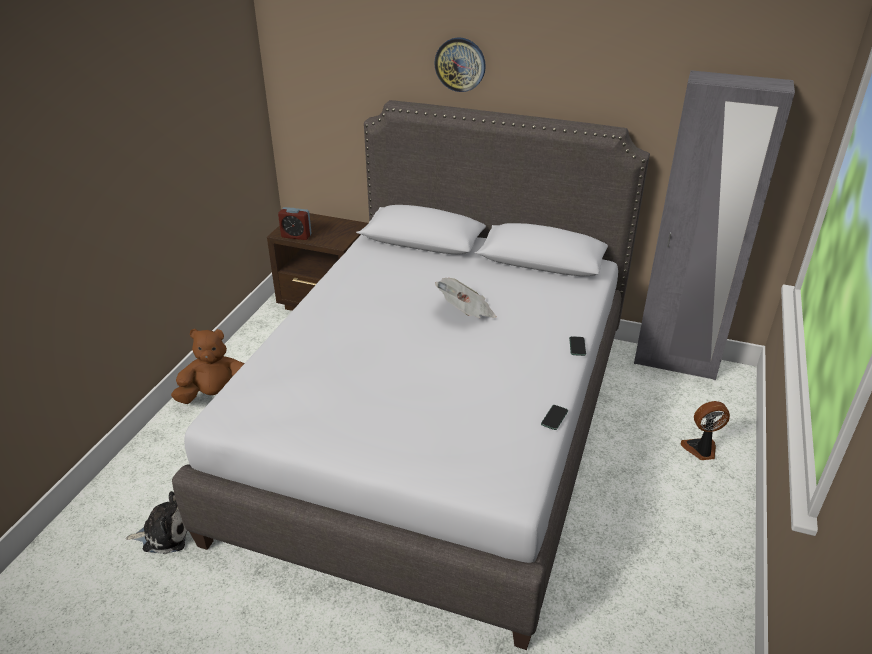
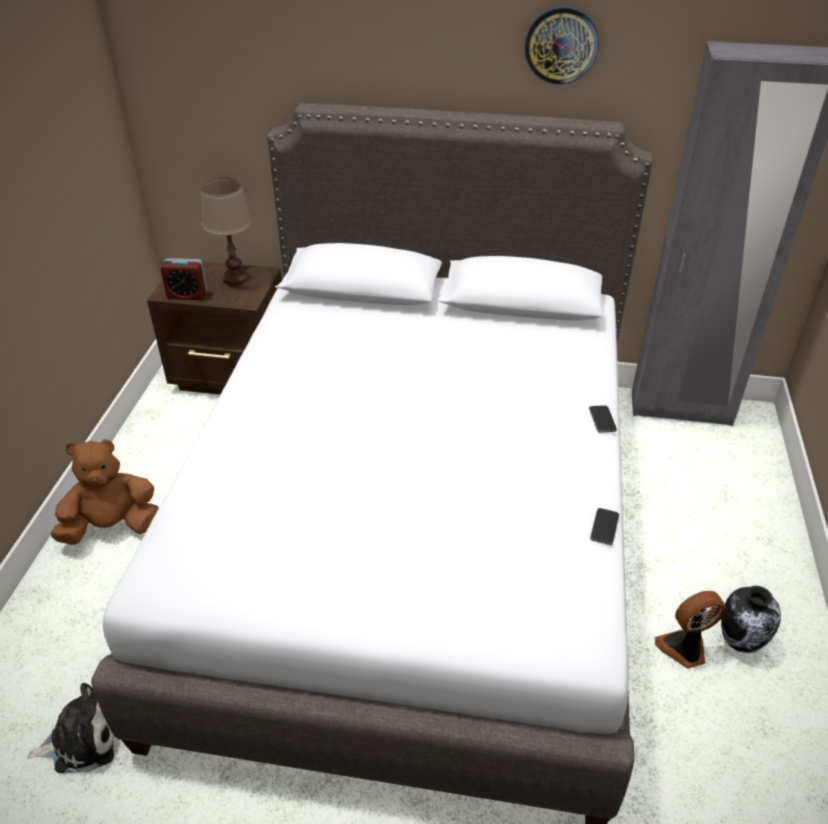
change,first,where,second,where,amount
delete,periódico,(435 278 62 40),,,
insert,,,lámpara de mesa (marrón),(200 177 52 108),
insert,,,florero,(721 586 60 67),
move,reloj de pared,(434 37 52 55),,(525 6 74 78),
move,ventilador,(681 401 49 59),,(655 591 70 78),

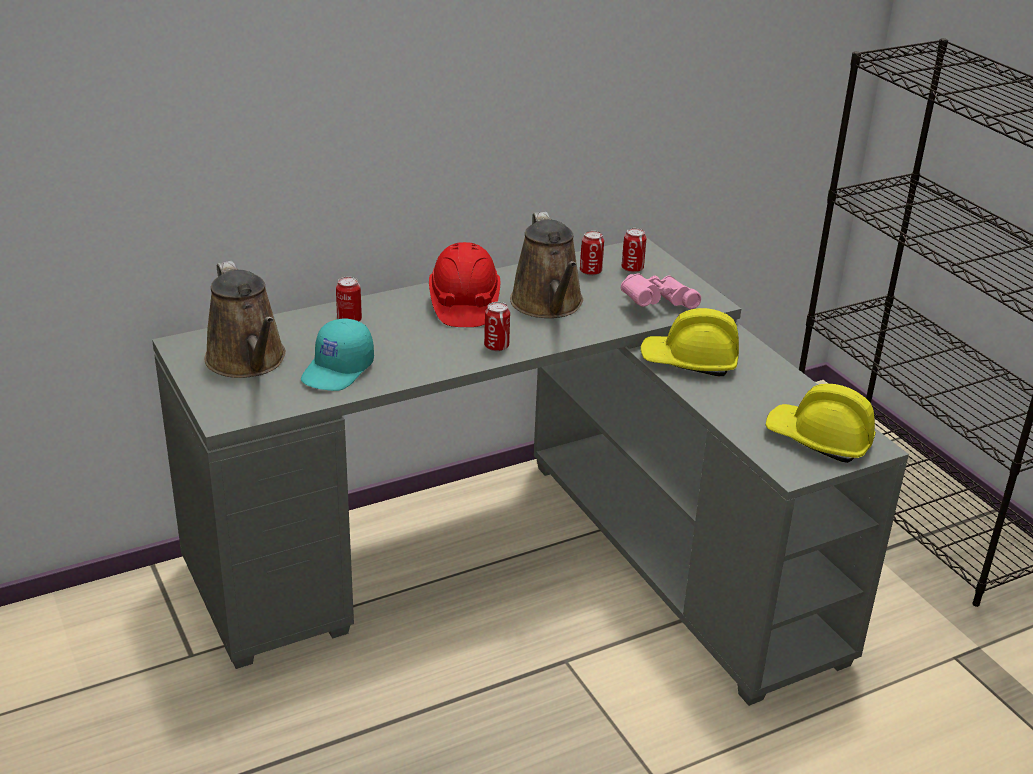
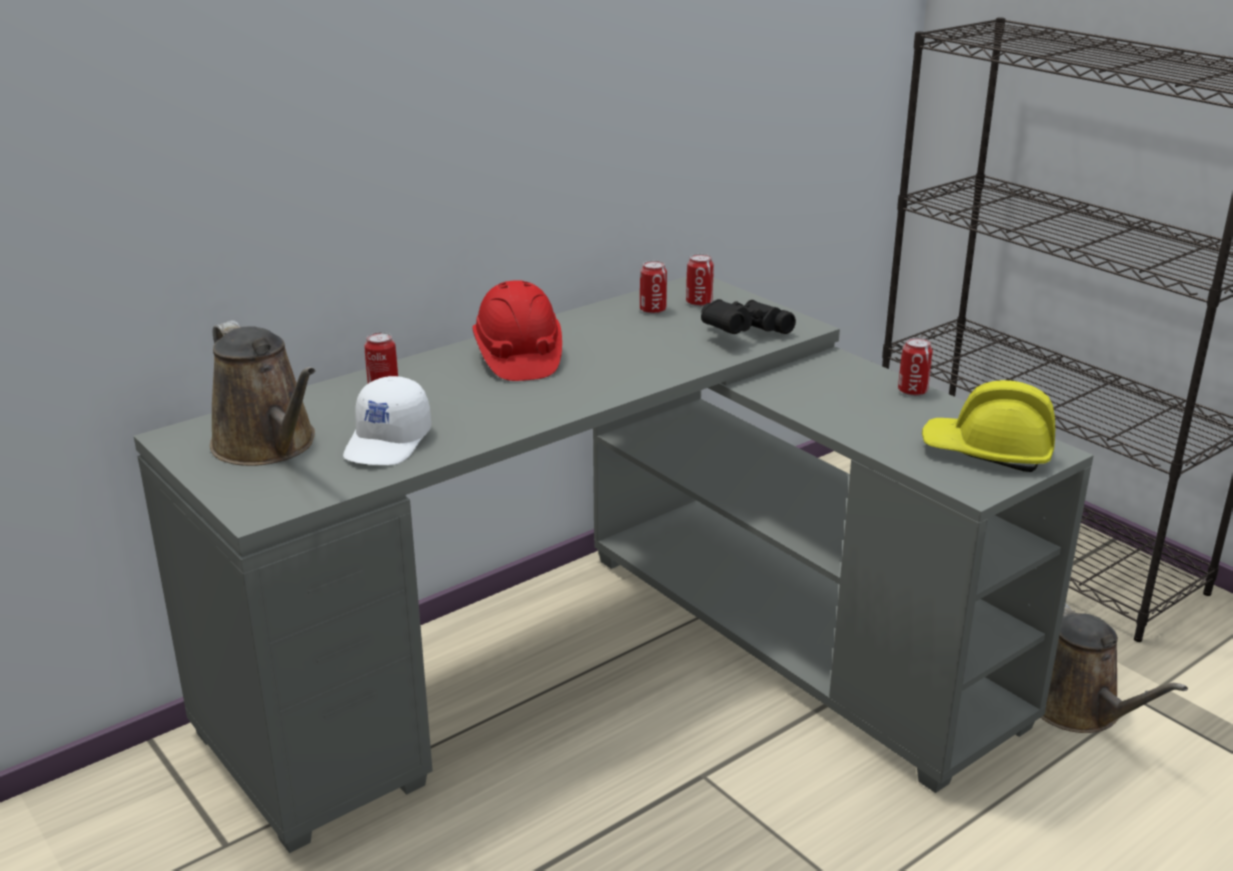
change,first,where,second,where,amount
delete,casco (amarillo),(641 308 98 68),,,
move,lata,(484 302 26 49),,(898 337 35 59),
move,regadera (marrón),(510 212 73 106),,(1041 604 147 129),
recolor,gorra (turquesa),(301 319 73 72),gorra (blanco),(343 376 88 89),
recolor,prismáticos (rosa),(621 274 80 35),prismáticos (negro),(701 299 95 35),

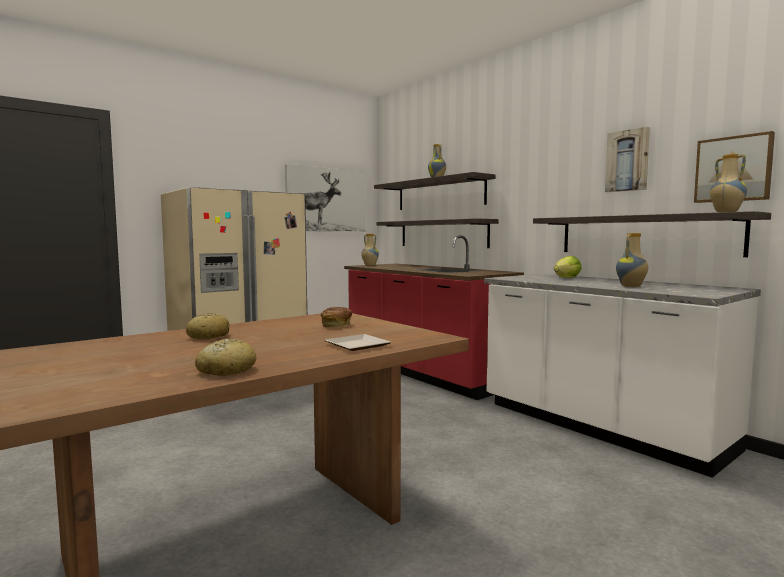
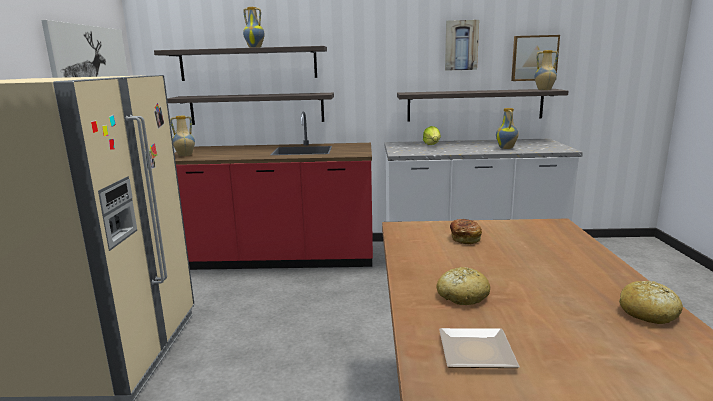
change,first,where,second,where,amount
move,plato,(325 334 66 17),,(439 328 81 40),

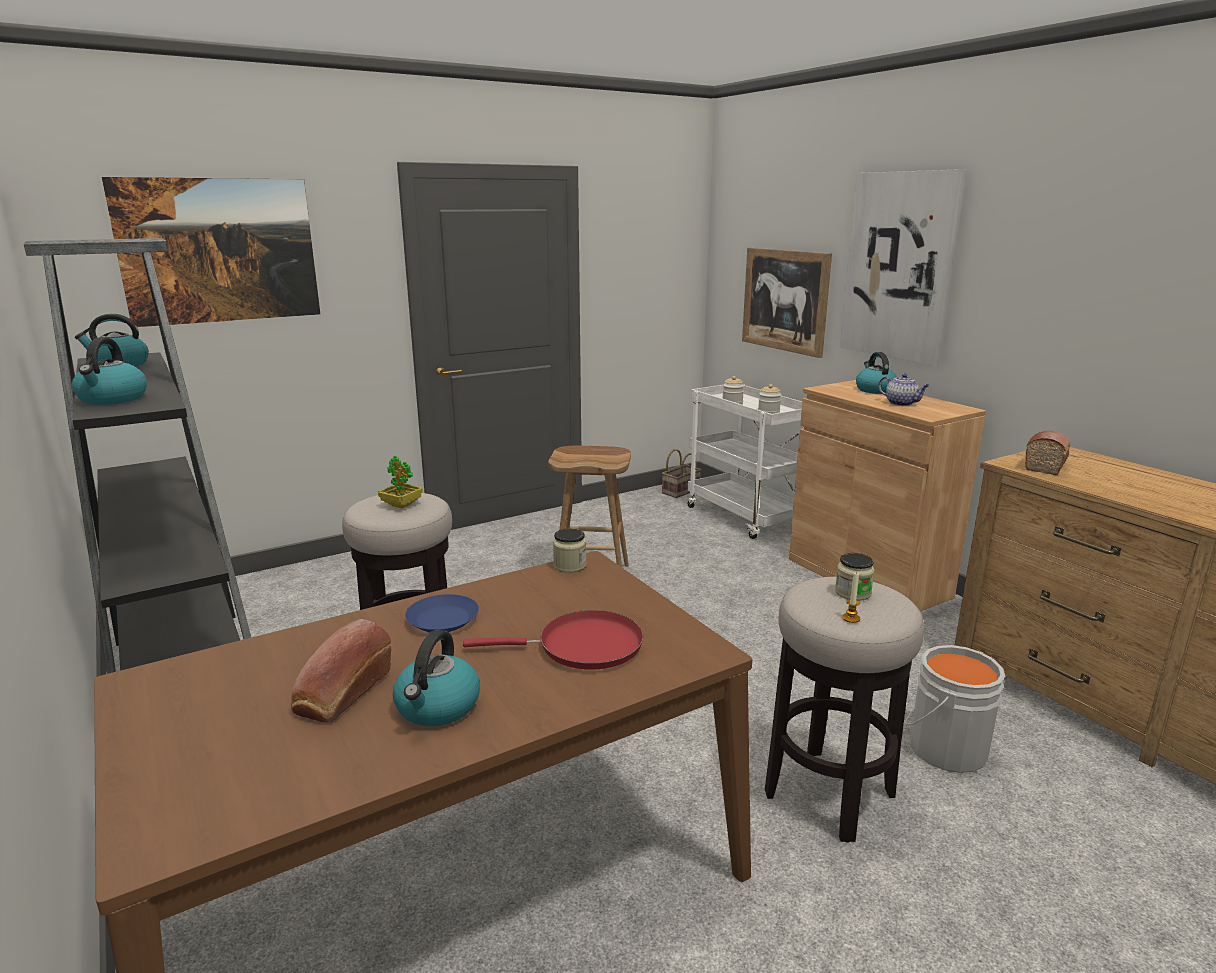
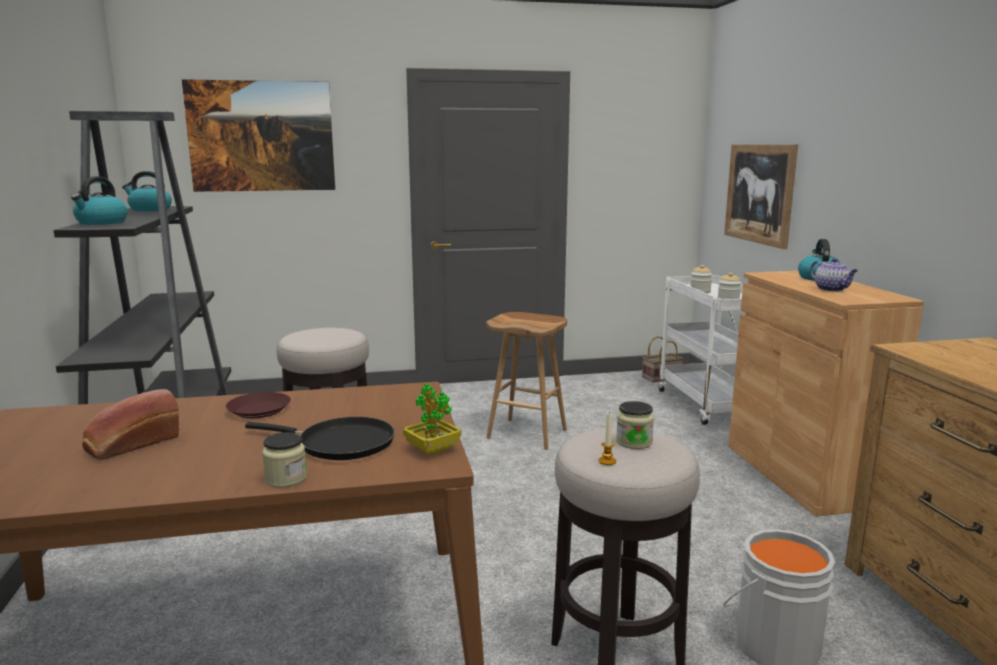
change,first,where,second,where,amount
delete,hervidor,(393 630 87 97),,,
delete,cuadro,(840 169 127 197),,,
delete,pan,(1025 431 45 44),,,
move,planta en maceta,(378 456 45 52),,(403 383 58 72),
move,tarro,(553 528 33 45),,(262 432 45 56),
recolor,plato (azul),(405 594 74 38),plato (marrón),(226 392 65 26),
recolor,sartén (rojo),(463 610 181 60),sartén (negro),(245 417 150 43),

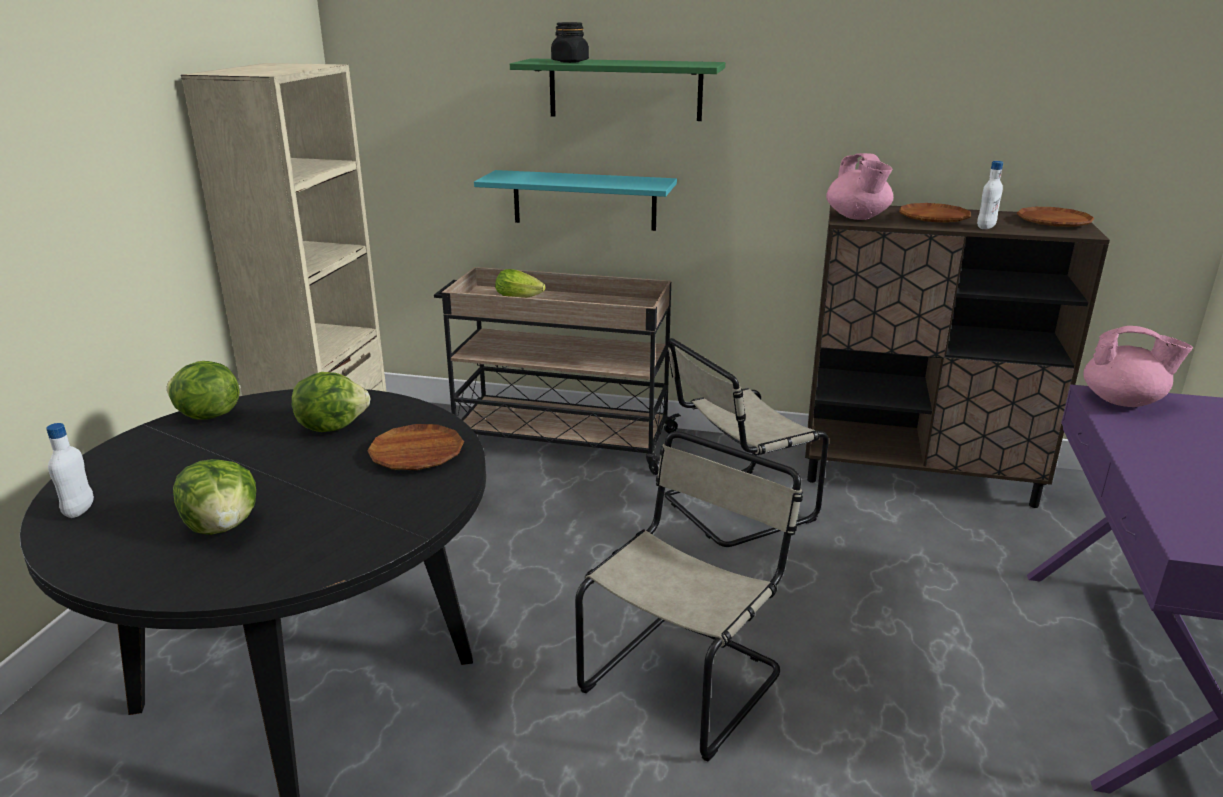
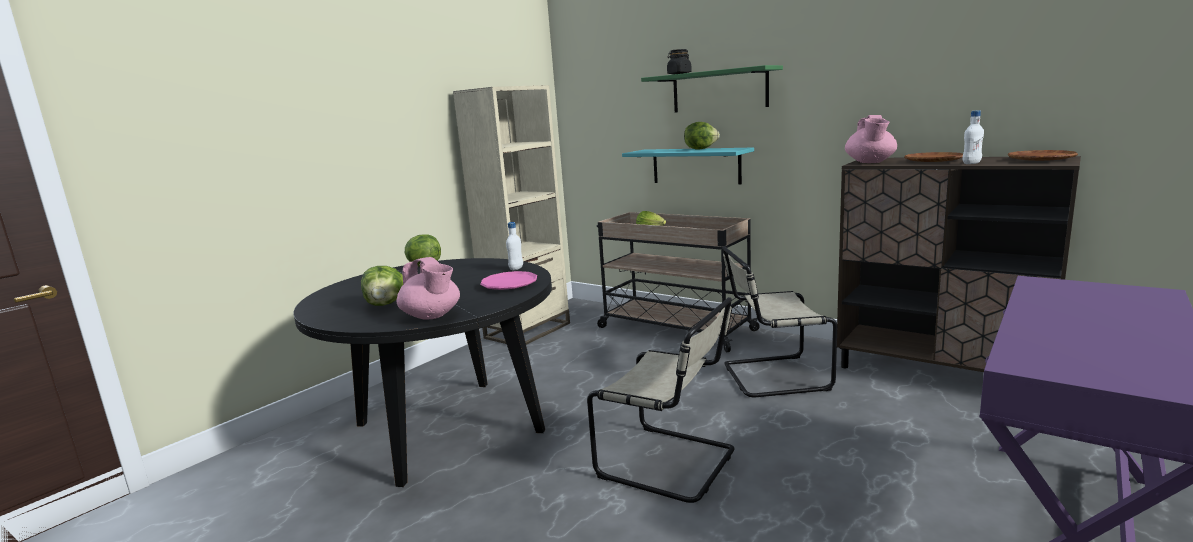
change,first,where,second,where,amount
move,botella (blanco),(46 423 48 95),,(506 222 17 48),
move,lechuga,(292 372 78 60),,(684 122 36 28),
move,tetera (rosa),(1083 326 110 81),,(397 257 63 63),
recolor,plato (marrón),(367 424 97 46),plato (rosa),(480 271 57 19),
rotate,silla (beis),(575 431 228 330),,(587 297 148 206),60 degrees clockwise

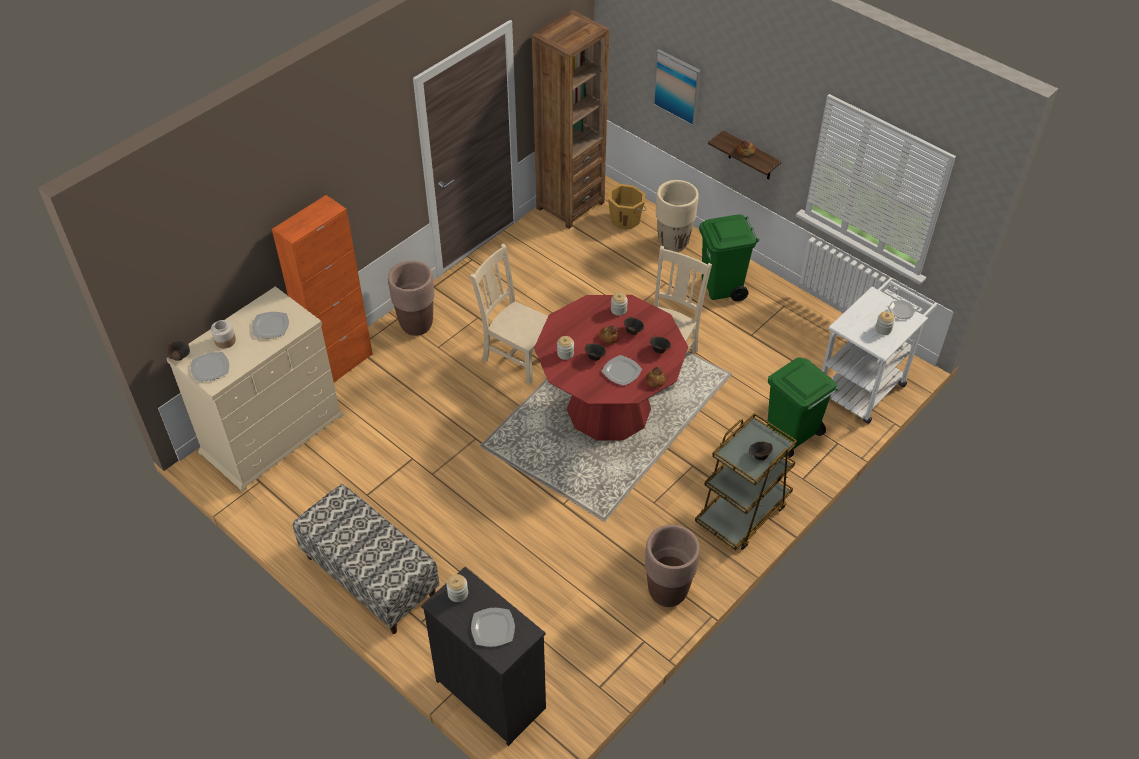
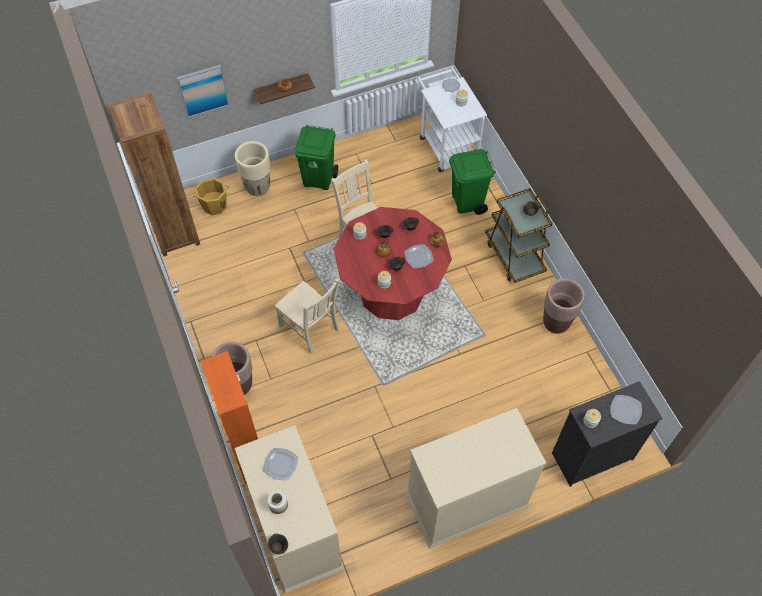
change,first,where,second,where,amount
delete,plato,(191 352 38 30),,,
replace,banco,(293 484 147 150),cómoda (beis),(405 408 141 141),
rotate,silla (beis),(470 243 78 142),,(275 279 65 76),105 degrees counterclockwise

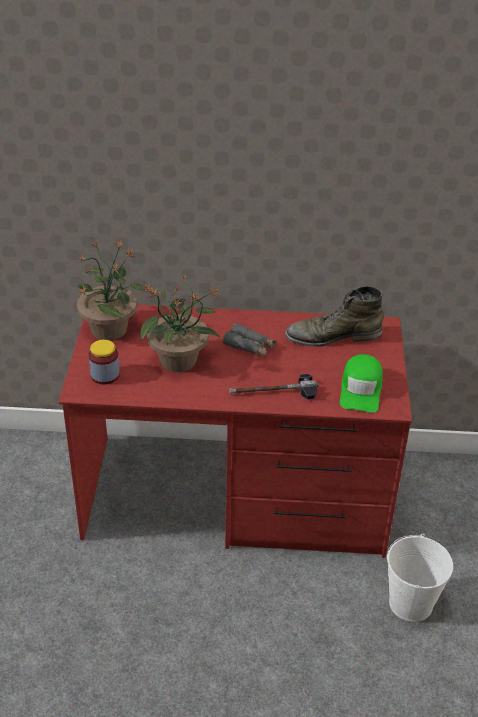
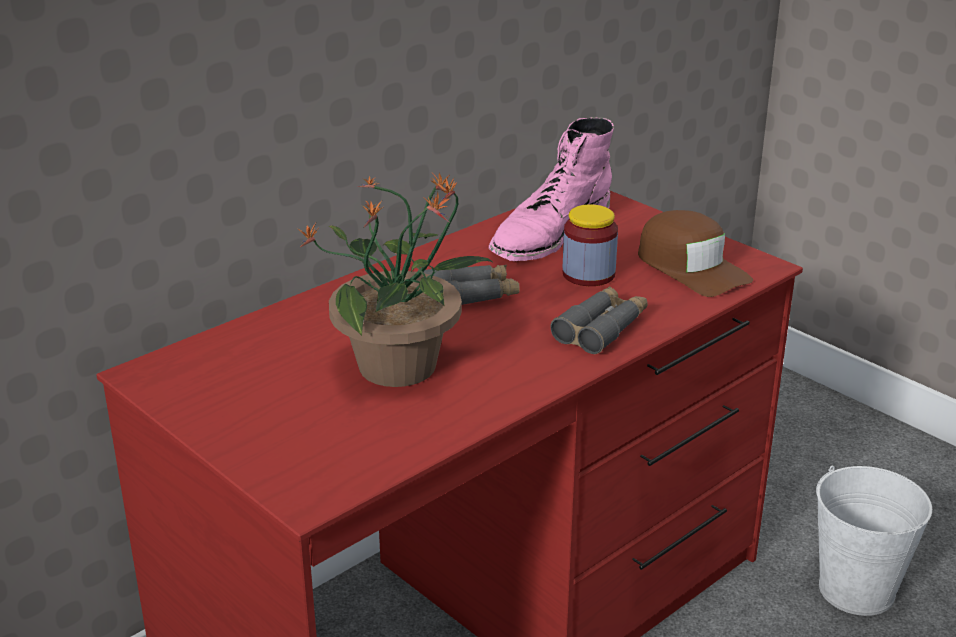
change,first,where,second,where,amount
delete,planta en maceta,(77 241 68 100),,,
move,tarro,(89 340 31 45),,(563 204 55 82),
replace,martillo,(229 374 90 25),prismáticos (gris),(550 286 98 68),
recolor,bota (verde),(285 286 99 61),bota (rosa),(489 117 125 144),
recolor,gorra (verde),(340 354 43 59),gorra (marrón),(638 210 115 87),

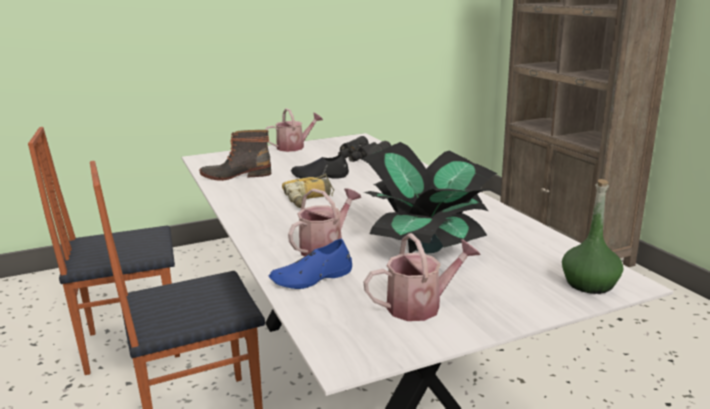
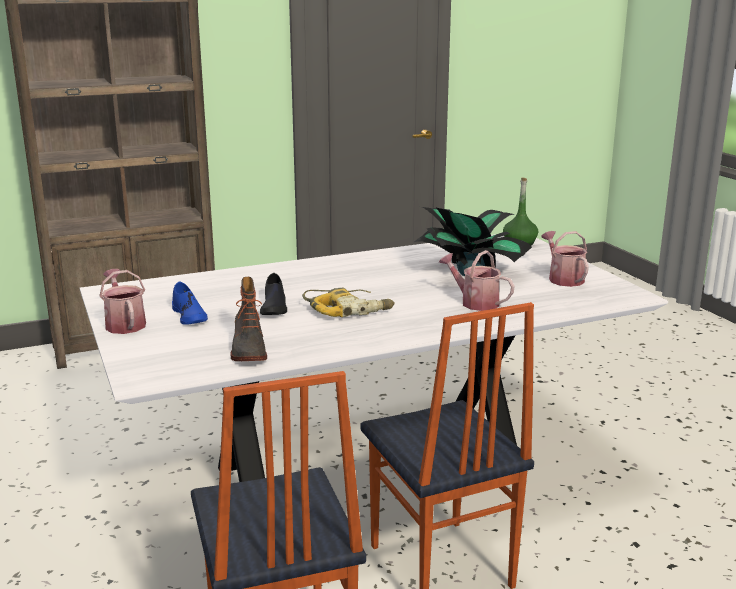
change,first,where,second,where,amount
delete,prismáticos (negro),(338 136 53 26),,,
move,zapato (azul),(269 239 83 50),,(172 281 36 44),

